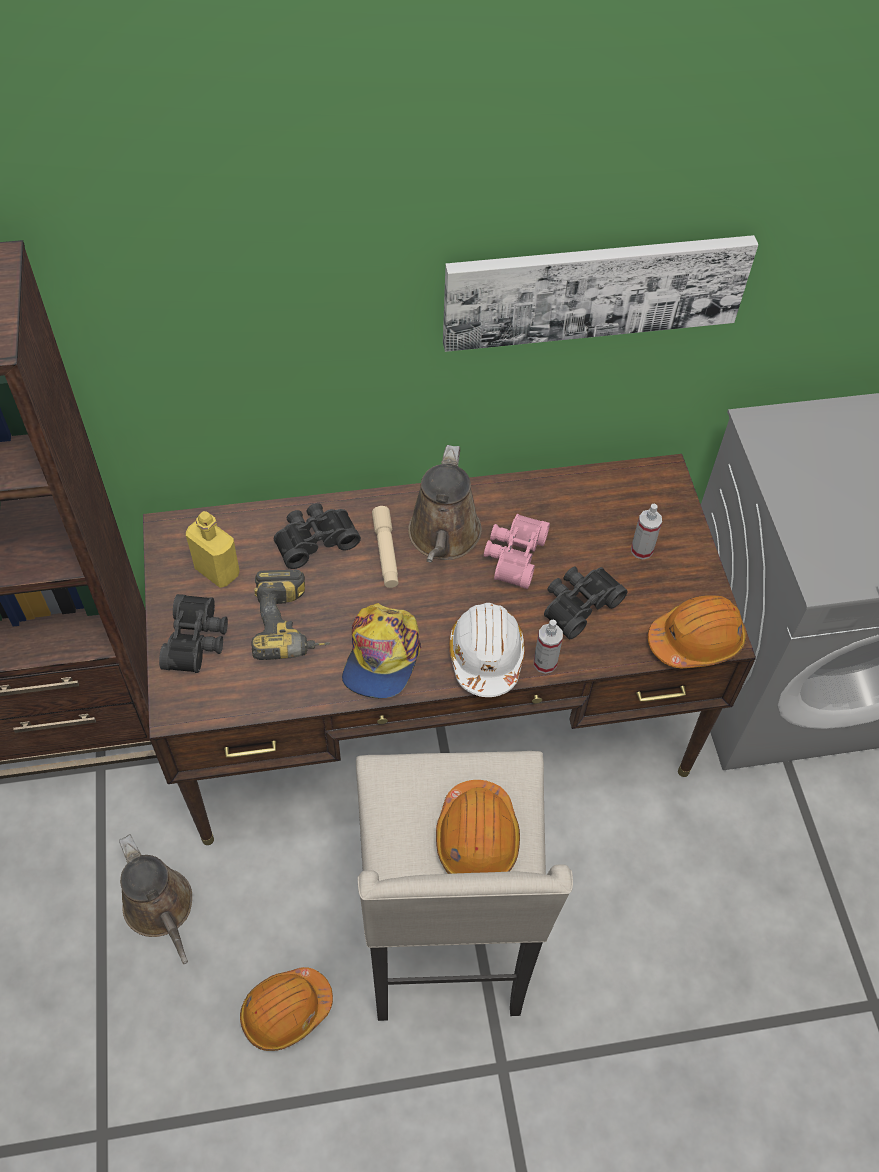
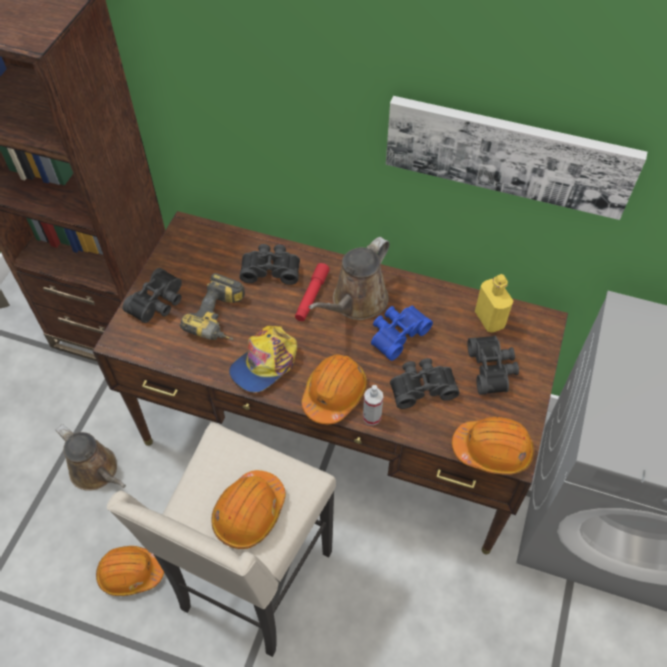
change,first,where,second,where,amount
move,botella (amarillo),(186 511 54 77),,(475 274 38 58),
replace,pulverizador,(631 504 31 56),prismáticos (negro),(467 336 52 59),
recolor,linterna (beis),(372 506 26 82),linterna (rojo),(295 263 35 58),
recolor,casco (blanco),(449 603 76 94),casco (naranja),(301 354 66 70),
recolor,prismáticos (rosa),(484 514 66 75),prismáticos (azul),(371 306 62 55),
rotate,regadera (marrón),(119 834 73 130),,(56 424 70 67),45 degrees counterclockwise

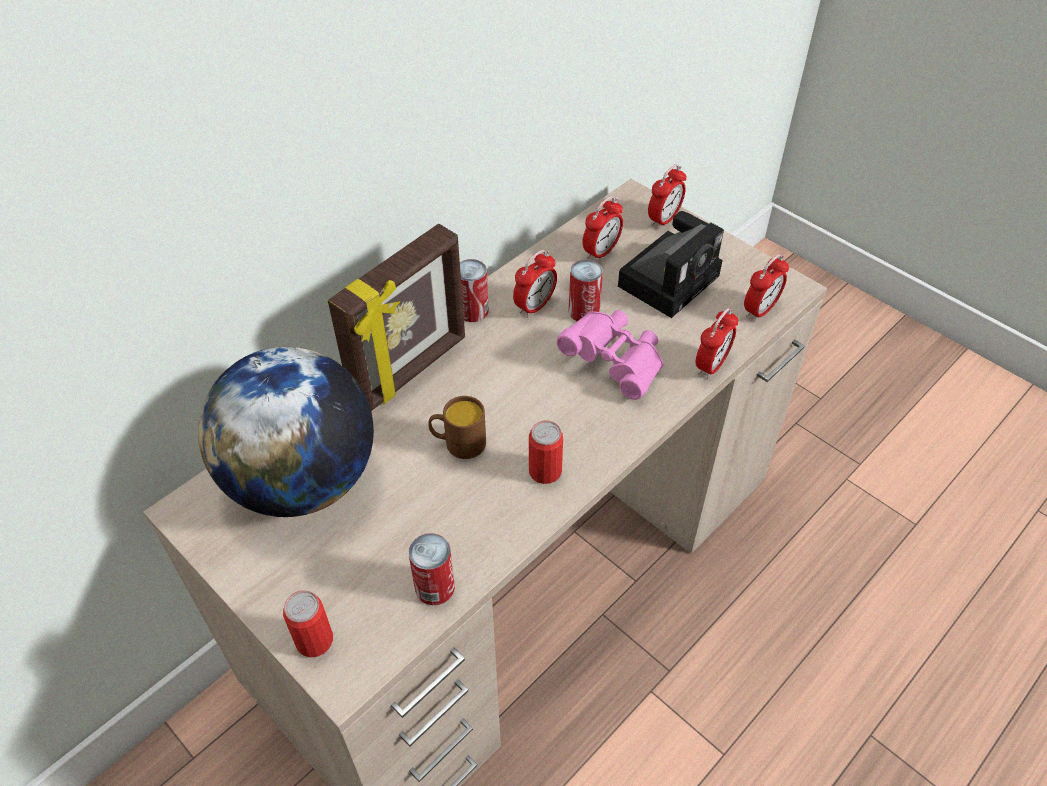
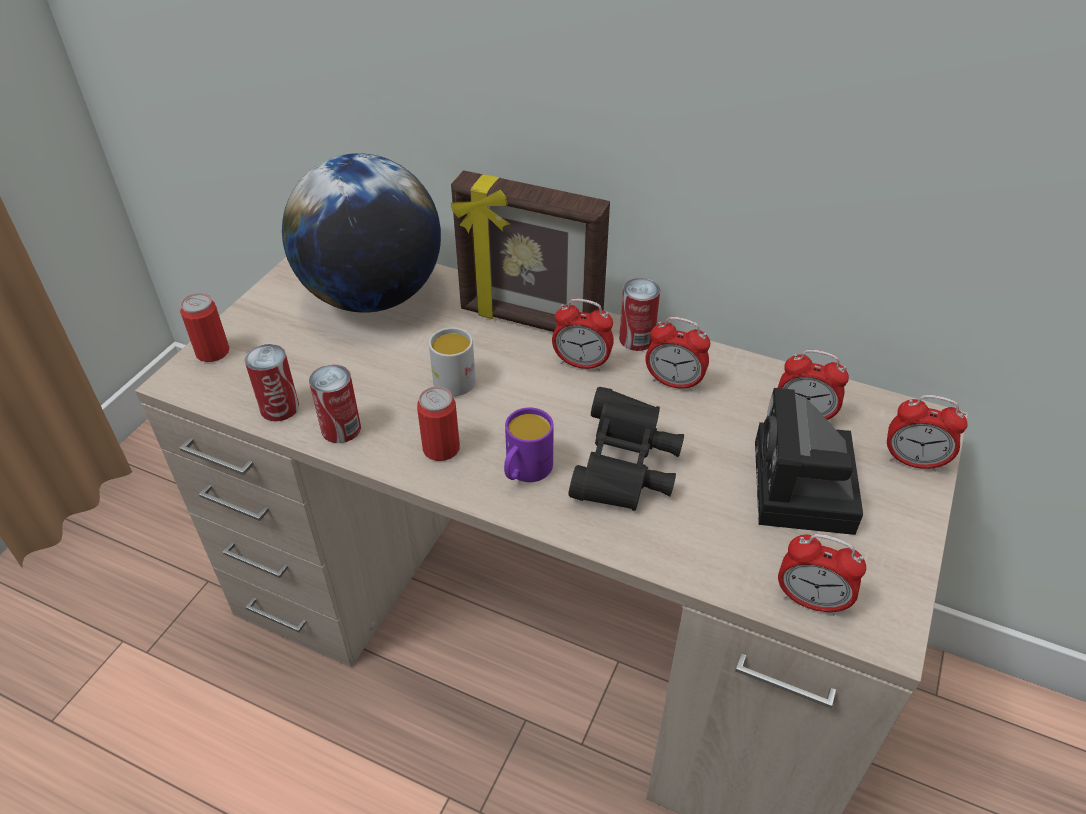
change,first,where,second,where,amount
insert,,,taza grande (morado),(504 407 50 75),
move,lata,(569 260 34 61),,(309 365 52 78),
move,despertador,(696 308 42 71),,(552 299 62 72),
recolor,taza grande (marrón),(428 396 58 63),taza grande (blanco),(429 327 47 69),
recolor,prismáticos (rosa),(557 310 107 90),prismáticos (negro),(568 387 116 124),
rotate,cámara,(618 211 106 107),,(755 388 108 147),75 degrees clockwise

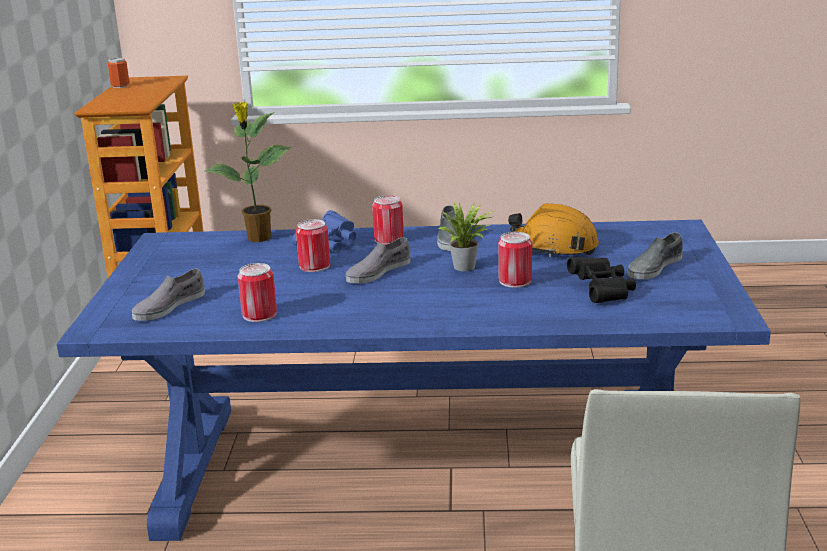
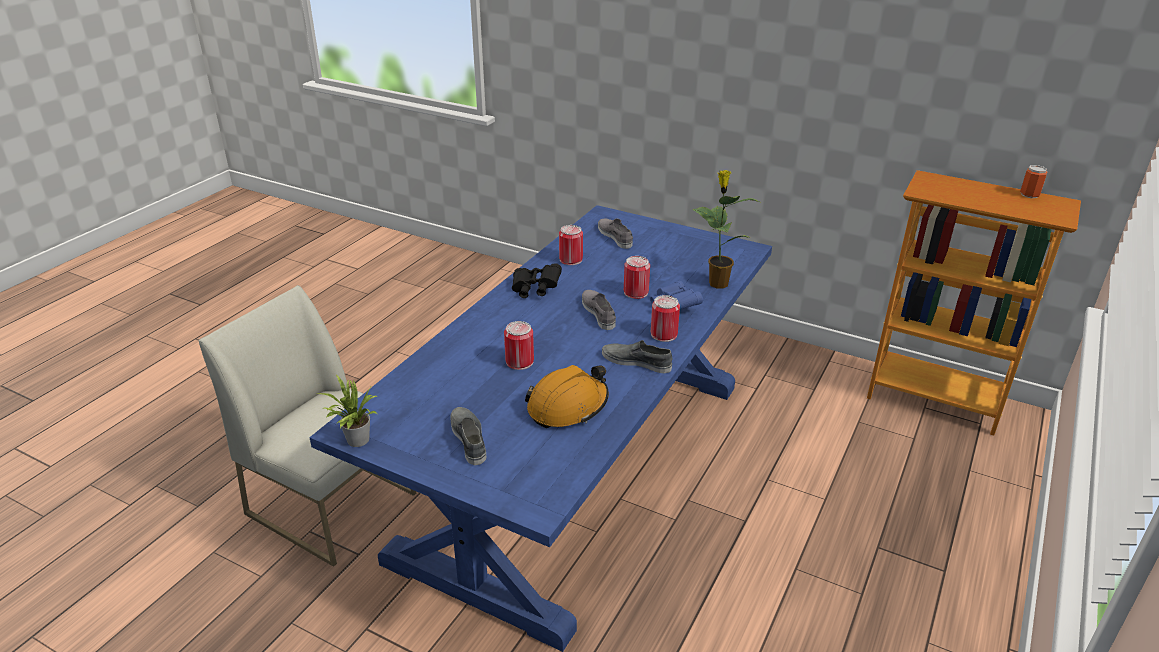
change,first,where,second,where,amount
move,planta en maceta,(438 202 58 69),,(318 375 59 72),
move,prismáticos (negro),(567 256 69 47),,(512 263 50 35),

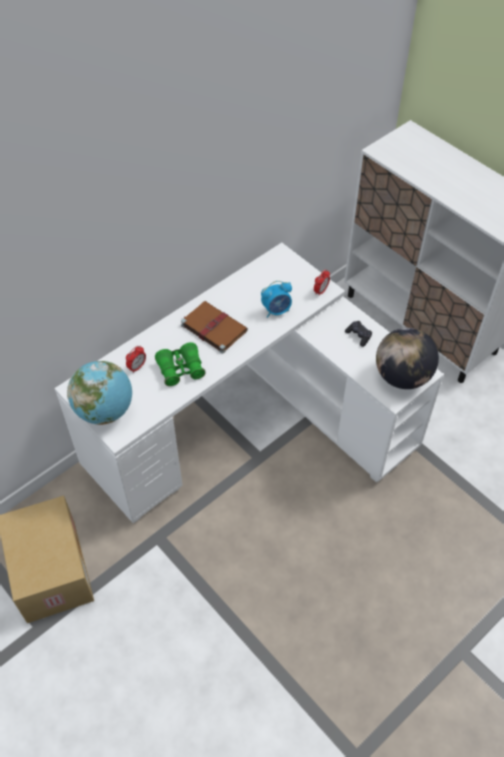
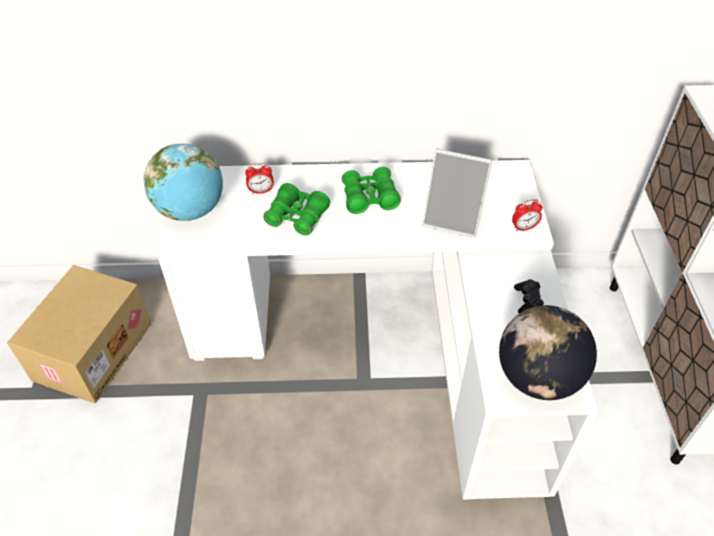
change,first,where,second,where,amount
replace,libro (marrón),(181 301 67 53),prismáticos (verde),(342 167 59 47),
replace,despertador,(261 281 31 37),portarretratos,(422 148 70 90),

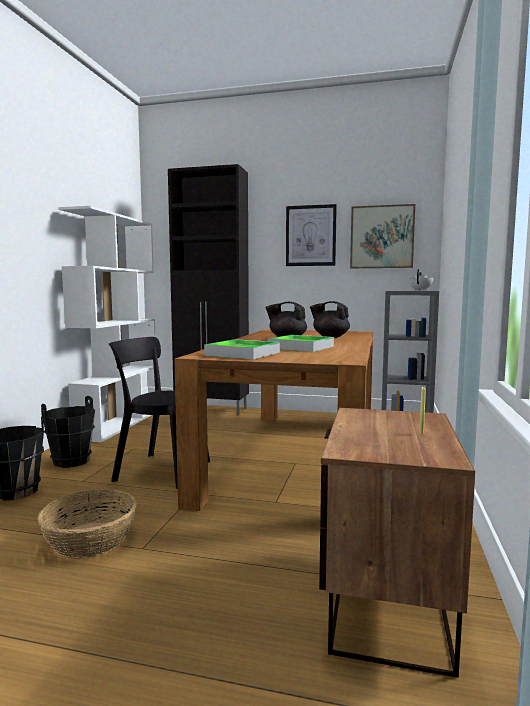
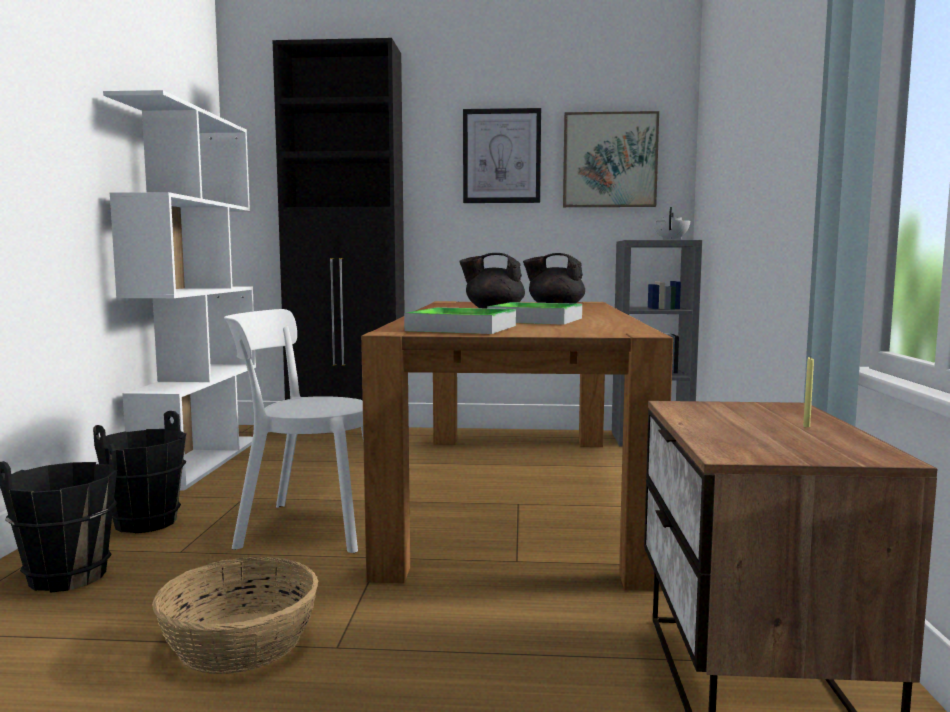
change,first,where,second,where,amount
recolor,silla (negro),(109 337 101 152),silla (blanco),(224 309 139 244),

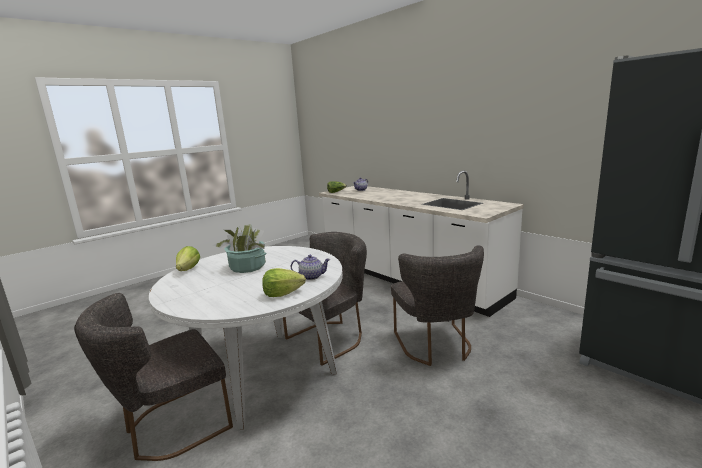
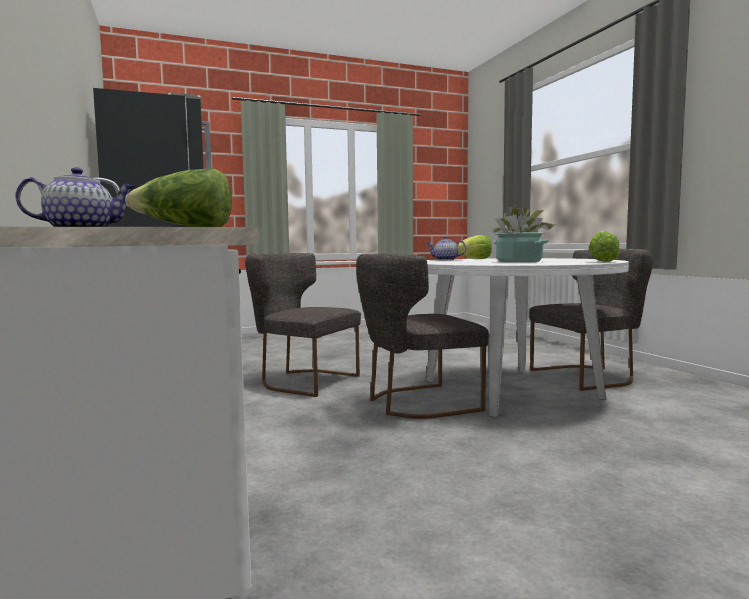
change,first,where,second,where,amount
rotate,silla (gris),(391 245 93 121),,(245 253 116 144),75 degrees counterclockwise

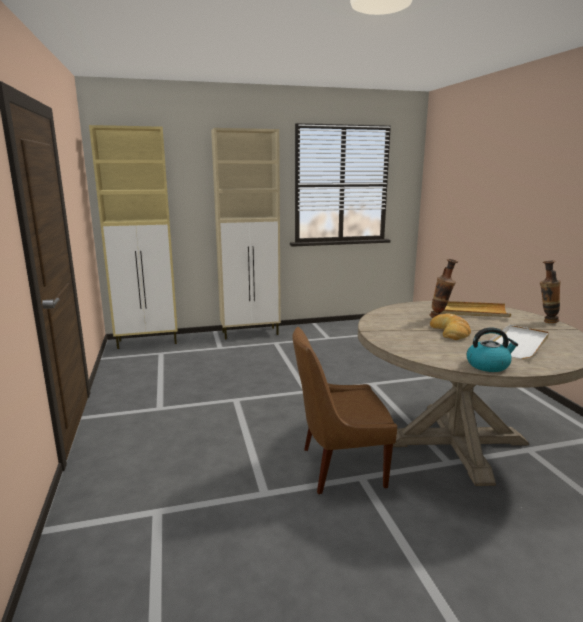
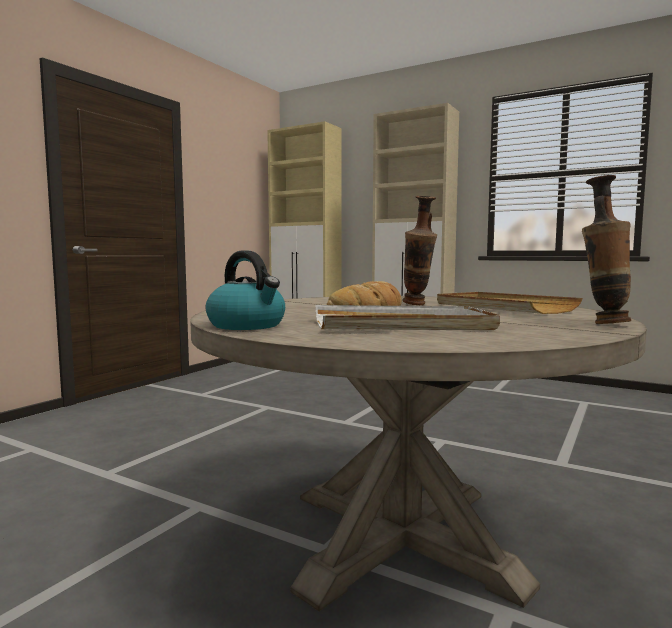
change,first,where,second,where,amount
delete,silla (marrón),(292 327 105 167),,,

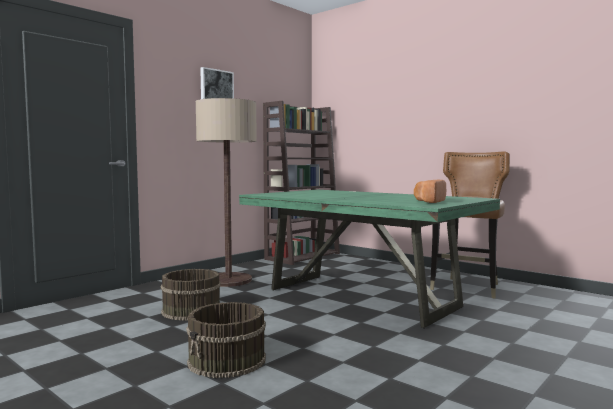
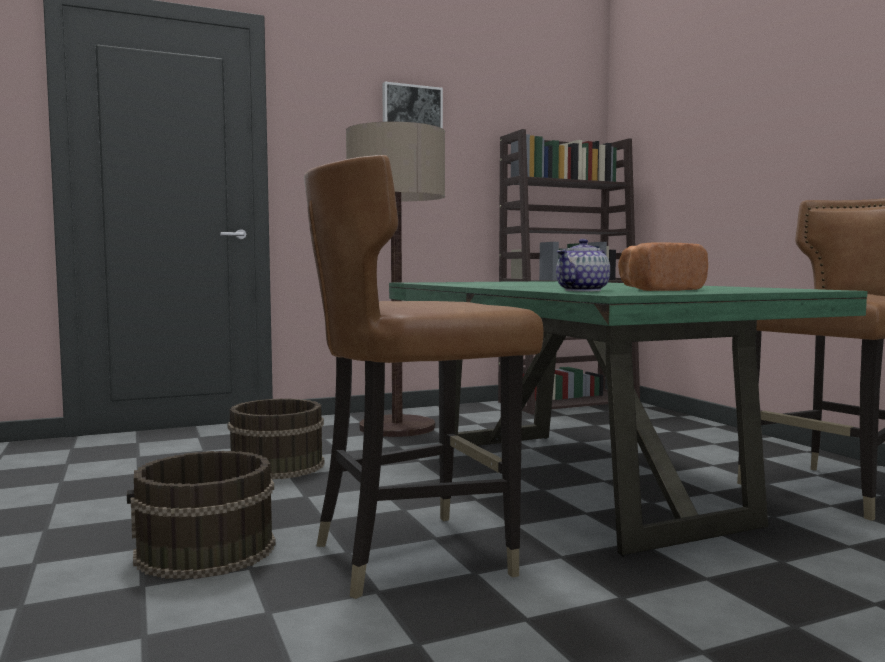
change,first,where,second,where,amount
insert,,,silla (marrón),(304 155 240 444),
insert,,,tetera,(556 239 54 52),

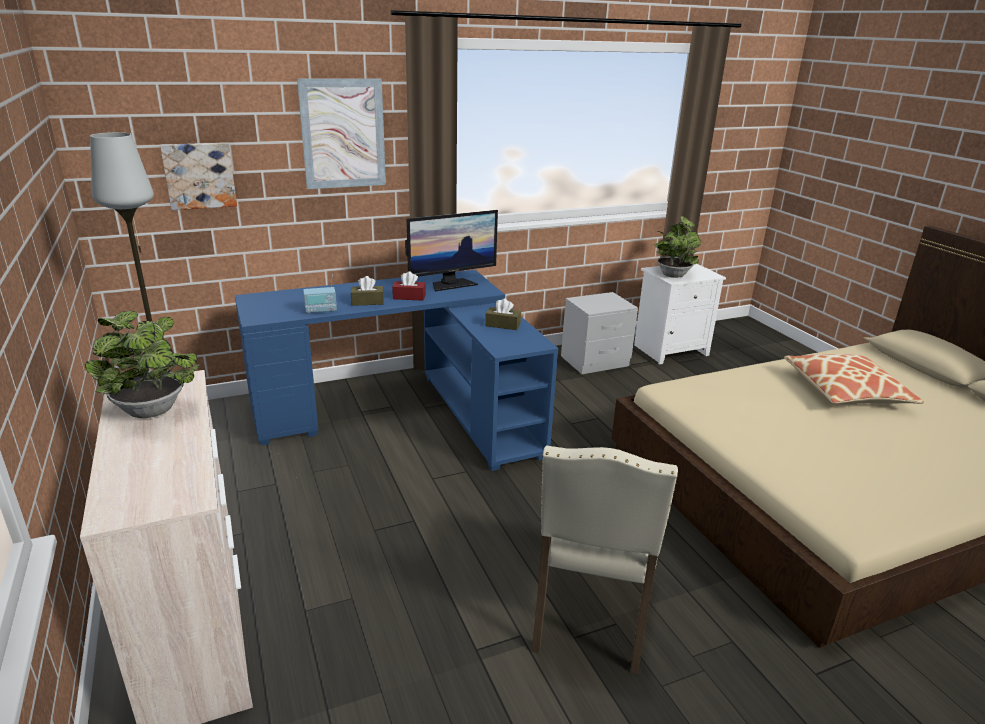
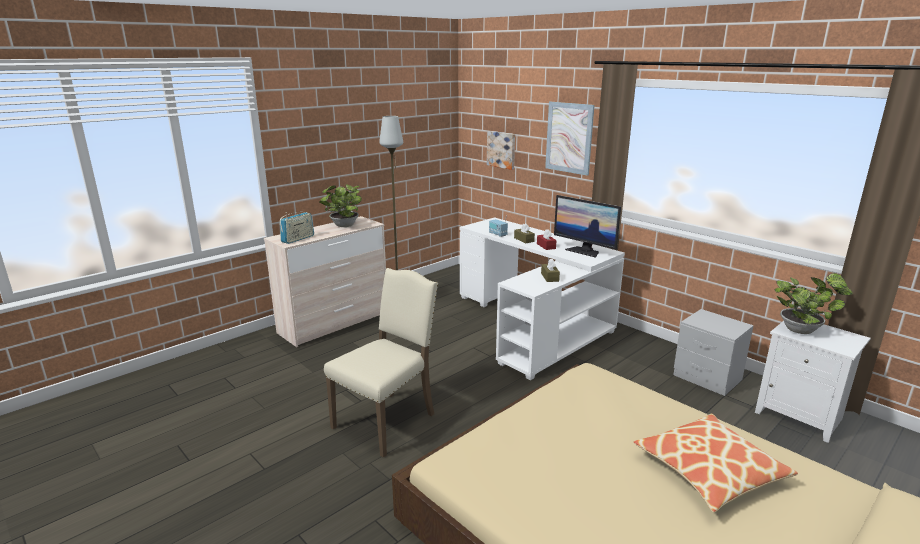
change,first,where,second,where,amount
insert,,,radio,(280 212 34 32),
recolor,escritorio (azul),(235 270 323 201),escritorio (blanco),(460 217 165 163),
rotate,silla (beis),(532 445 146 229),,(324 268 114 190),135 degrees clockwise

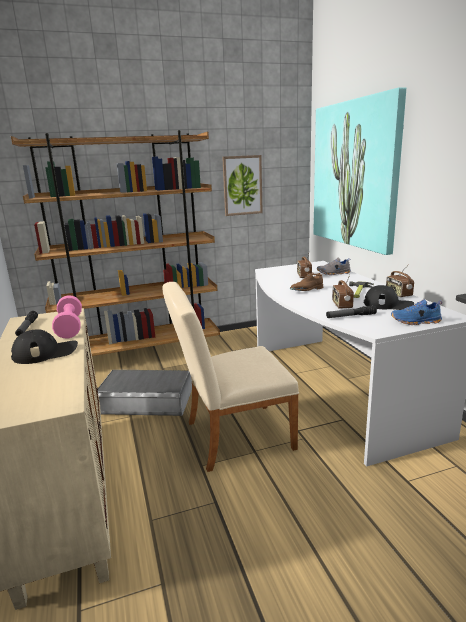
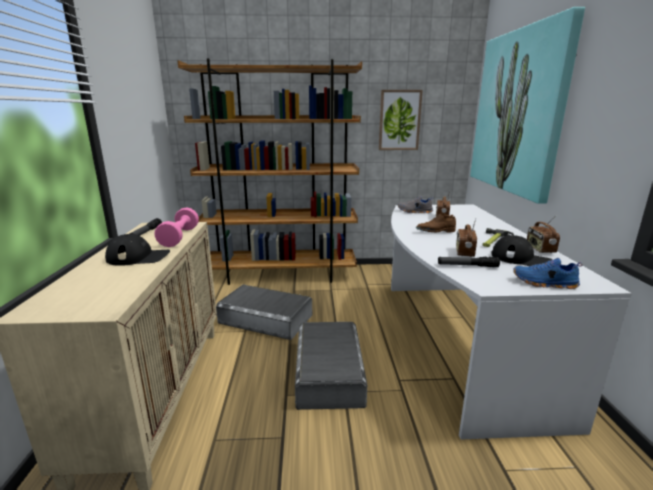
change,first,where,second,where,amount
move,zapato (gris),(317 258 34 17),,(398 196 35 17),
replace,silla (beis),(162 282 137 190),caja de almacenaje (gris),(295 322 72 88),

